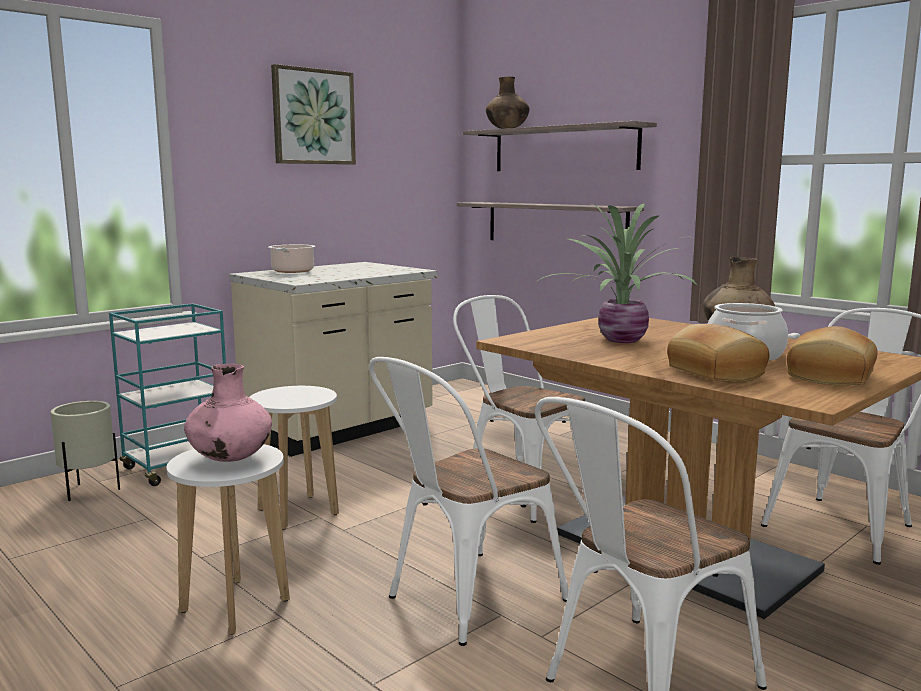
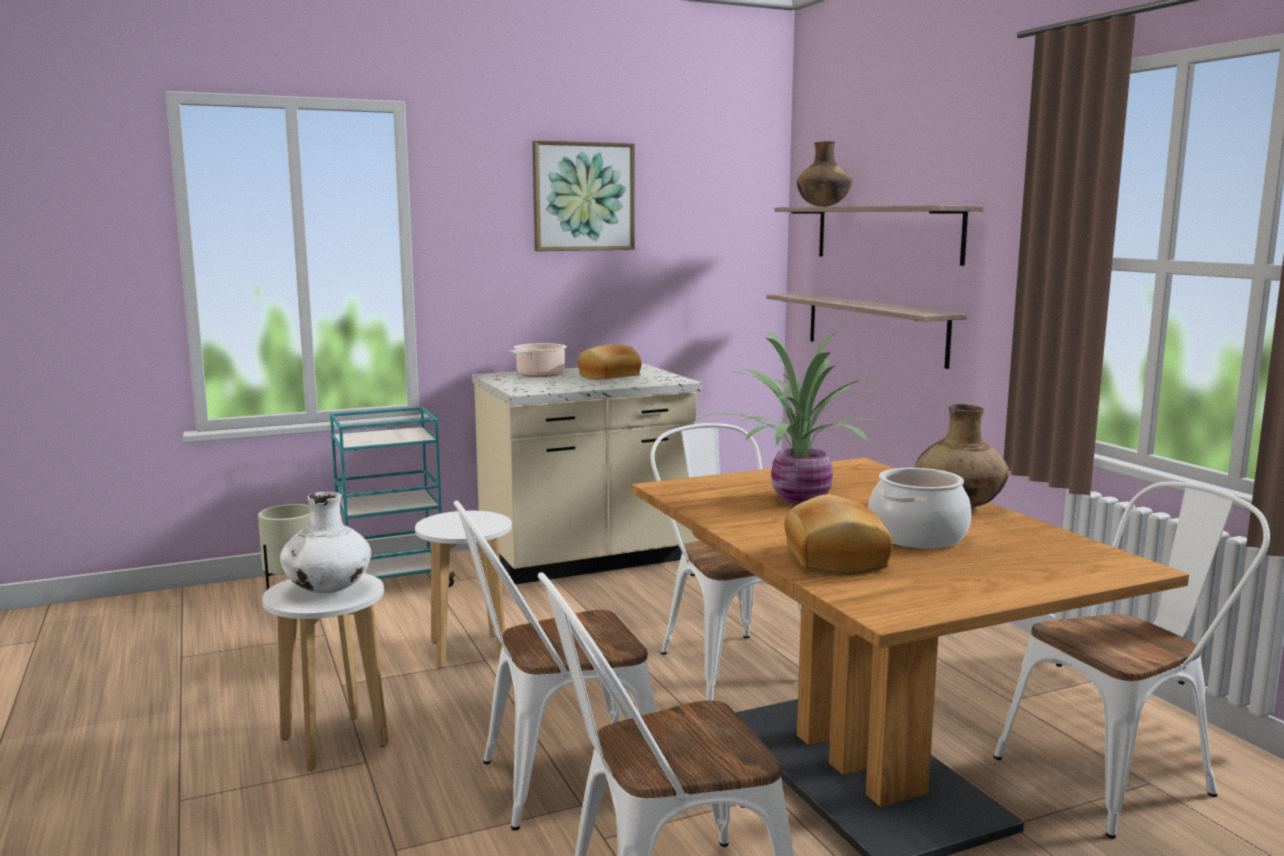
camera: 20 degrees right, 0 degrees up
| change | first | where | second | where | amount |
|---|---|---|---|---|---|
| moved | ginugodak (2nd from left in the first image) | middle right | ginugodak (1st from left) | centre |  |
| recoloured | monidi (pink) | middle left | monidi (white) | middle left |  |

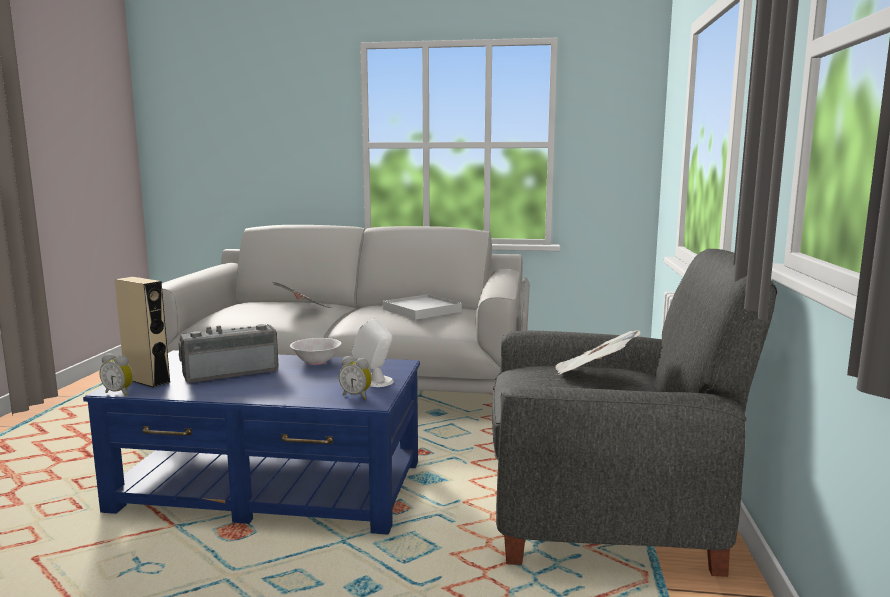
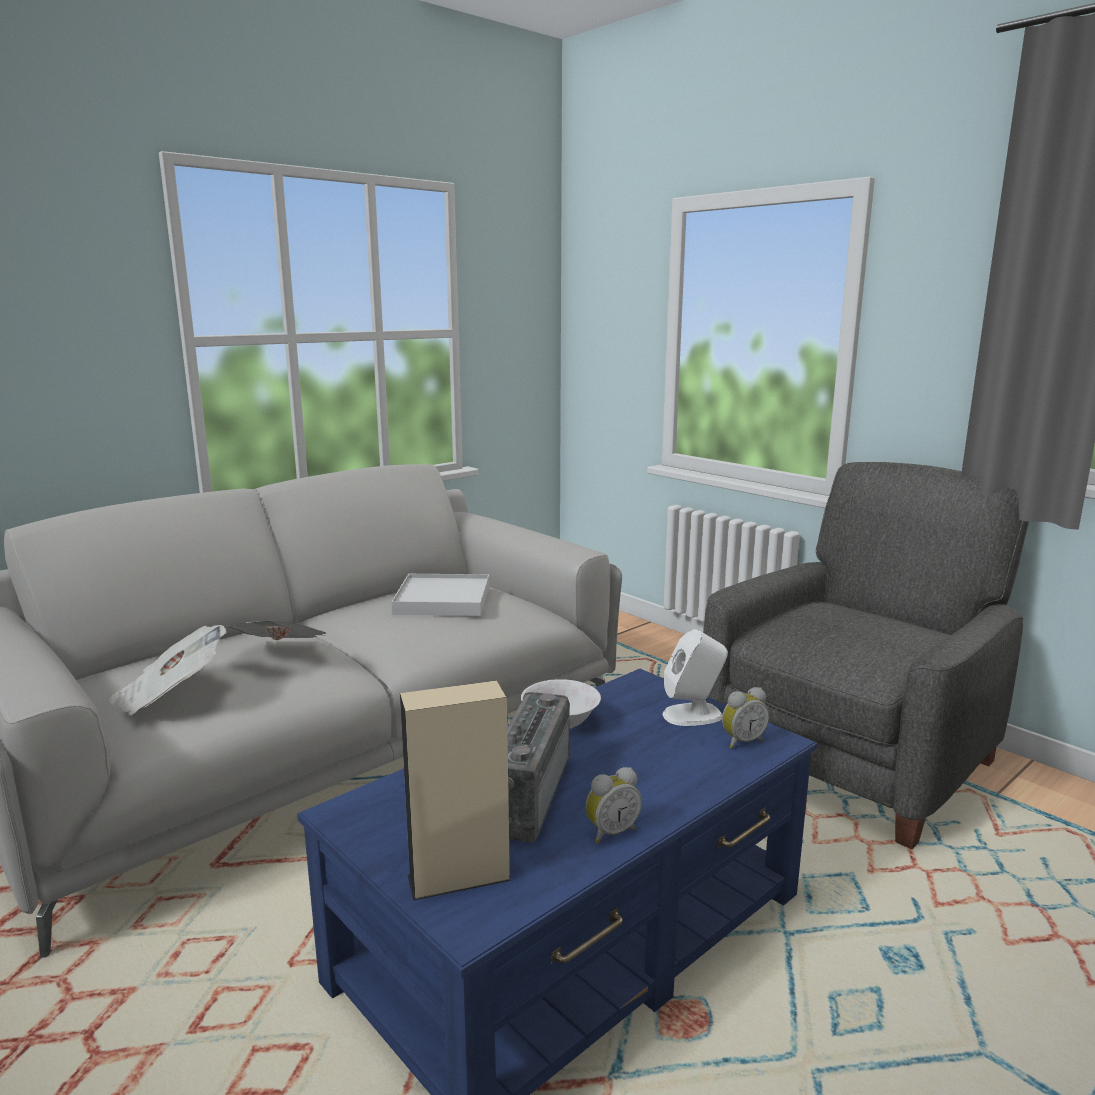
camera: 50 degrees left, 5 degrees up
| change | first | where | second | where | amount |
|---|---|---|---|---|---|
| moved | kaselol (1st from left) | middle left |  | bottom centre |  |
| moved | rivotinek (2nd from left in the first image) | middle right | rivotinek (1st from left) | middle left |  |

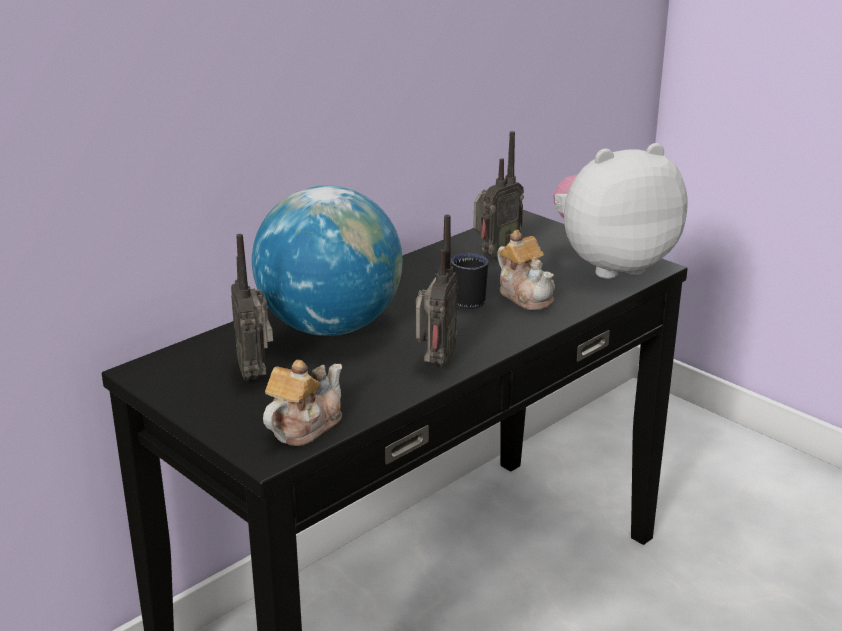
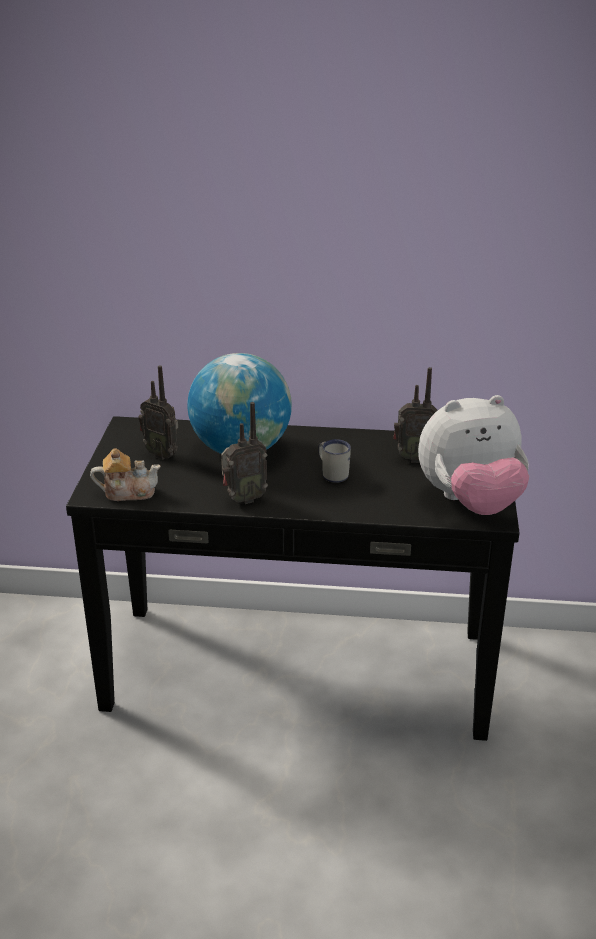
camera: 50 degrees right, 5 degrees up
| change | first | where | second | where | amount |
|---|---|---|---|---|---|
| removed | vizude (2nd from left) | centre |  |  |  |
| recoloured | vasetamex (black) | centre | vasetamex (white) | centre |  |
| turned | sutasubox (1st from left) | middle left |  | middle left | 90 degrees counterclockwise |
| turned | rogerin | middle right |  | middle right | 135 degrees clockwise |

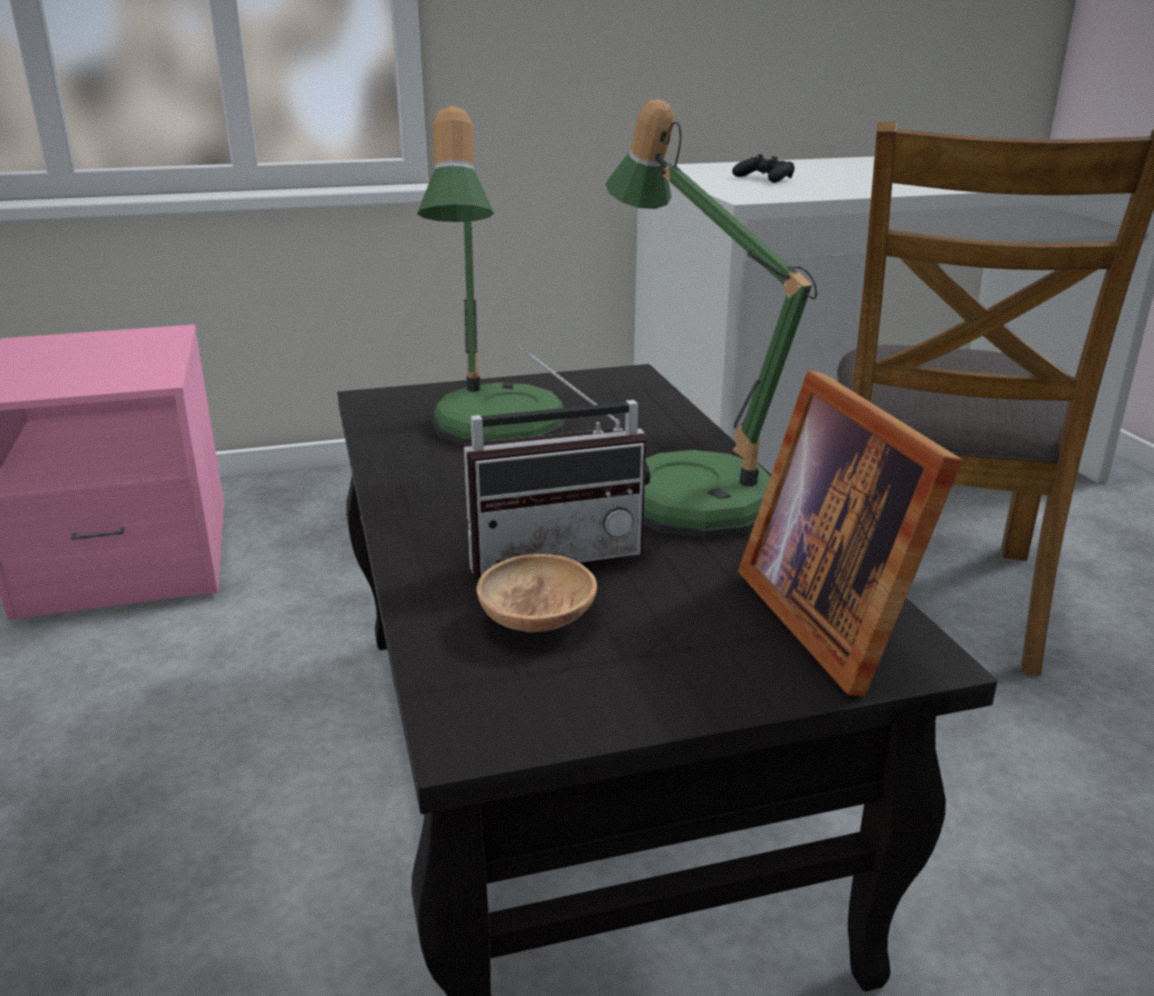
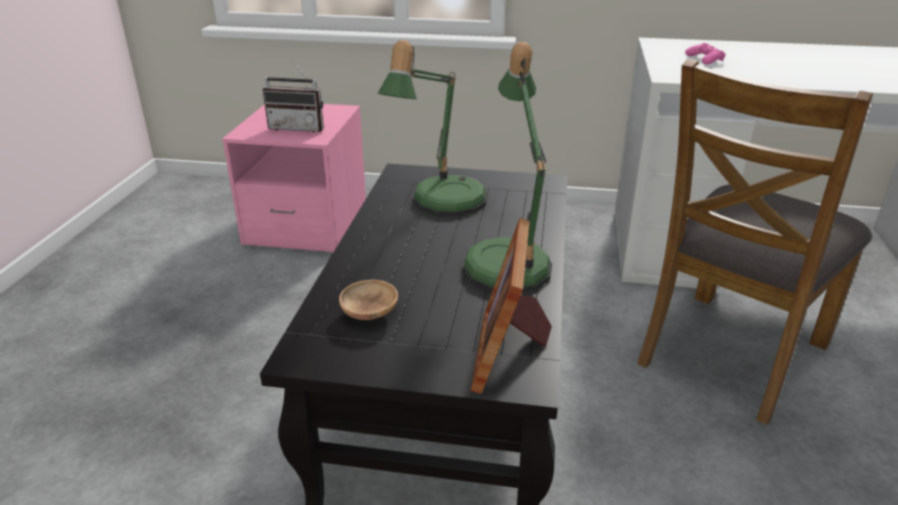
camera: 25 degrees right, 5 degrees up
| change | first | where | second | where | amount |
|---|---|---|---|---|---|
| moved | sutasubox | centre |  | top left |  |
| recoloured | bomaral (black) | top centre | bomaral (pink) | top right |  |

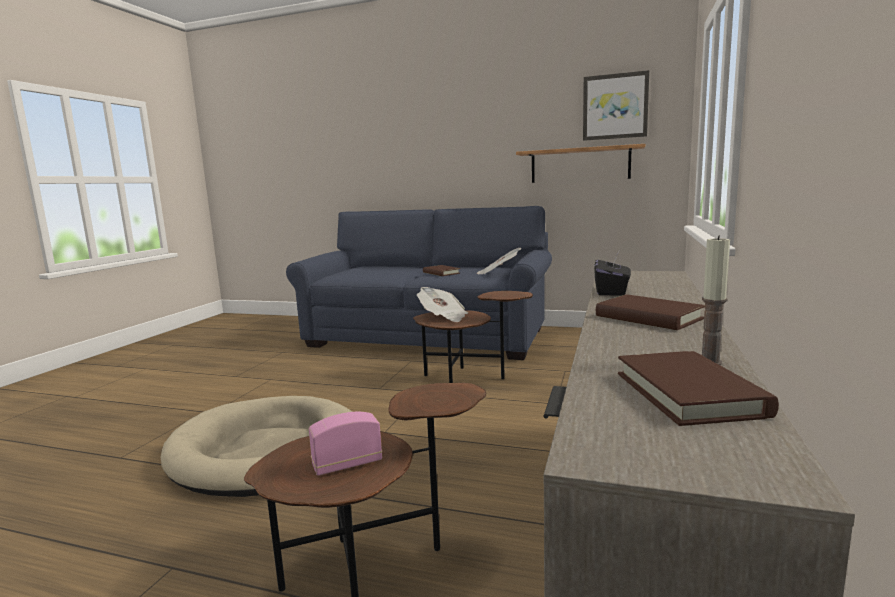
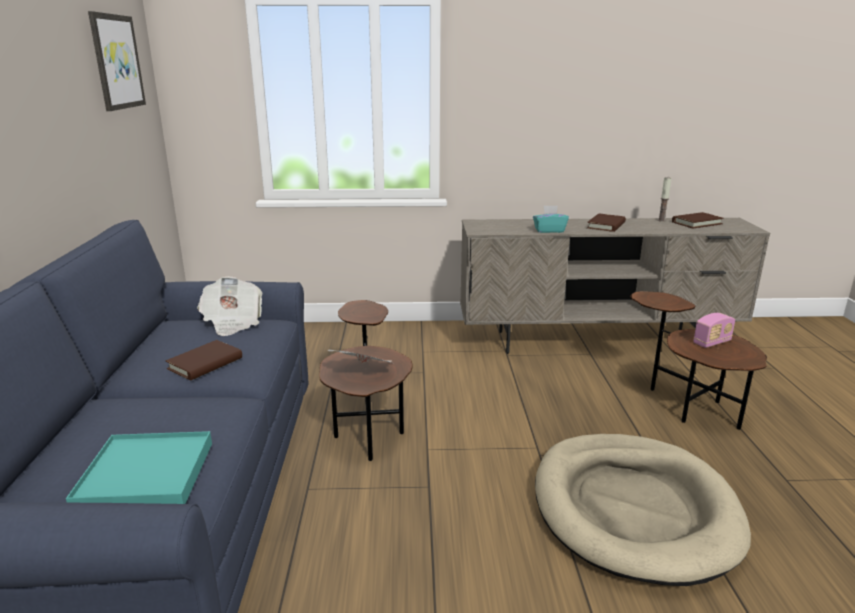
camera: 110 degrees left, 10 degrees up
| change | first | where | second | where | amount |
|---|---|---|---|---|---|
| removed | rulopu | top centre |  |  |  |
| added |  |  | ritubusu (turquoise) | bottom left |  |
| recoloured | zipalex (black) | middle right | zipalex (turquoise) | centre |  |
| turned | sutasubox | bottom centre |  | middle right | 75 degrees counterclockwise |

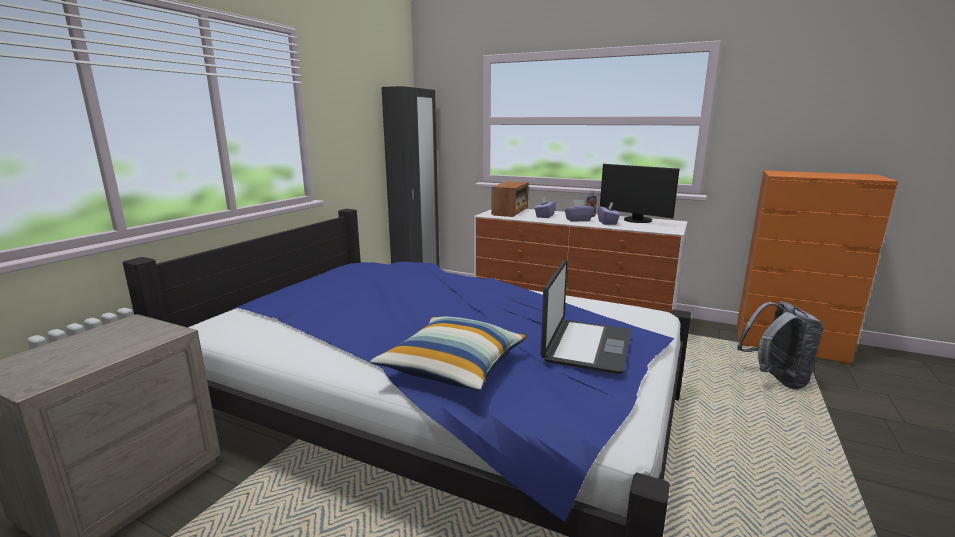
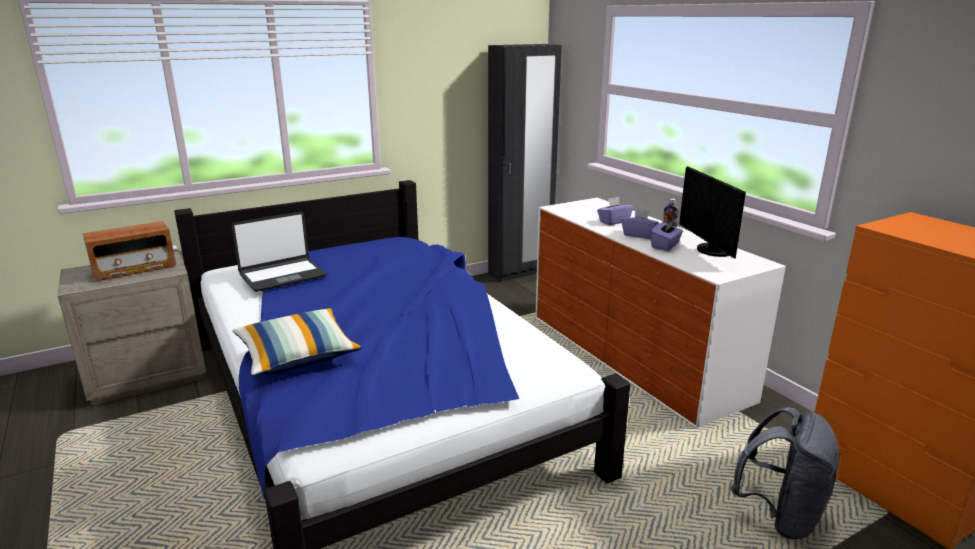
camera: 35 degrees right, 5 degrees up
| change | first | where | second | where | amount |
|---|---|---|---|---|---|
| moved | sutasubox | centre |  | middle left |  |
| moved | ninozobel | centre |  | middle left |  |

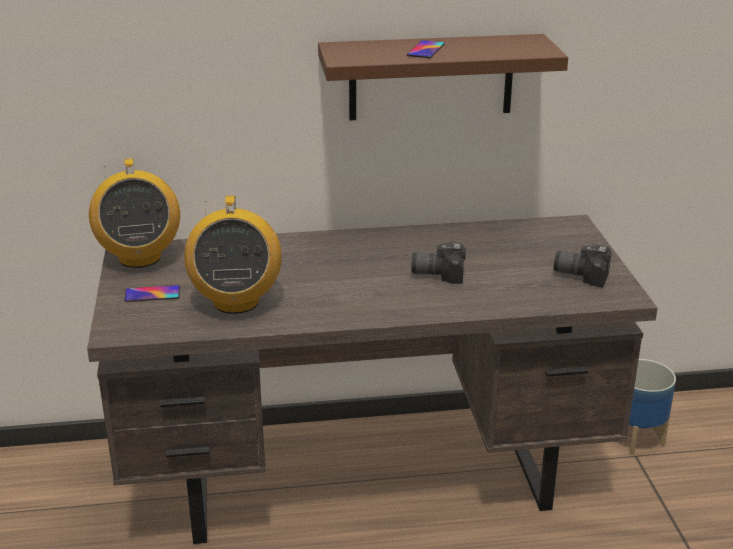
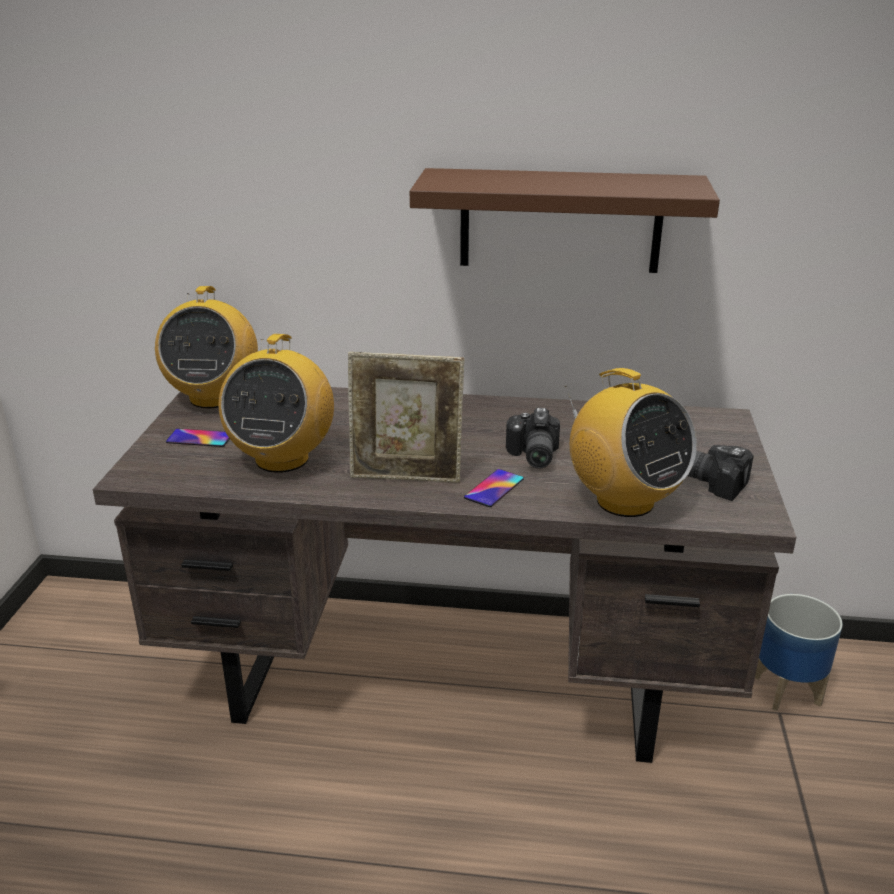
camera: 15 degrees right, 0 degrees up
| change | first | where | second | where | amount |
|---|---|---|---|---|---|
| added |  |  | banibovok | centre |  |
| added |  |  | sutasubox (3rd from left) | middle right |  |
| moved | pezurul (2nd from left) | top centre |  | centre |  |
| turned | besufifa (1st from left) | centre |  | centre | 105 degrees counterclockwise |

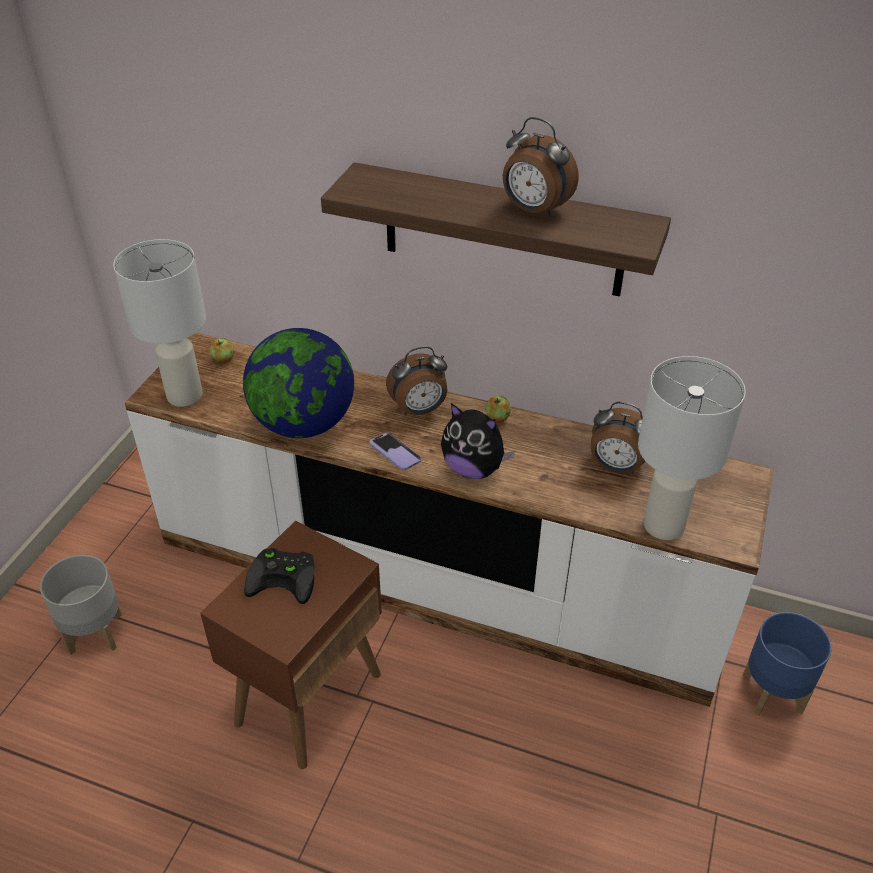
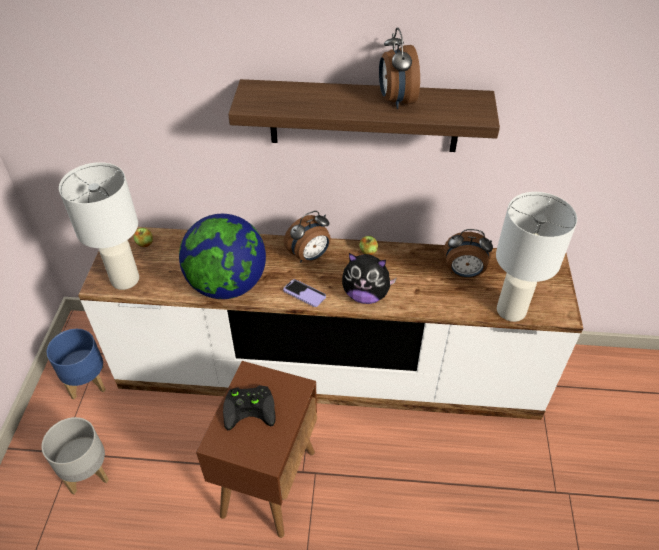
camera: 15 degrees left, 5 degrees up
| change | first | where | second | where | amount |
|---|---|---|---|---|---|
| moved | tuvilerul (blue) | bottom right |  | middle left |  |
| turned | kaselol (2nd from left) | top centre |  | top centre | 60 degrees clockwise |

